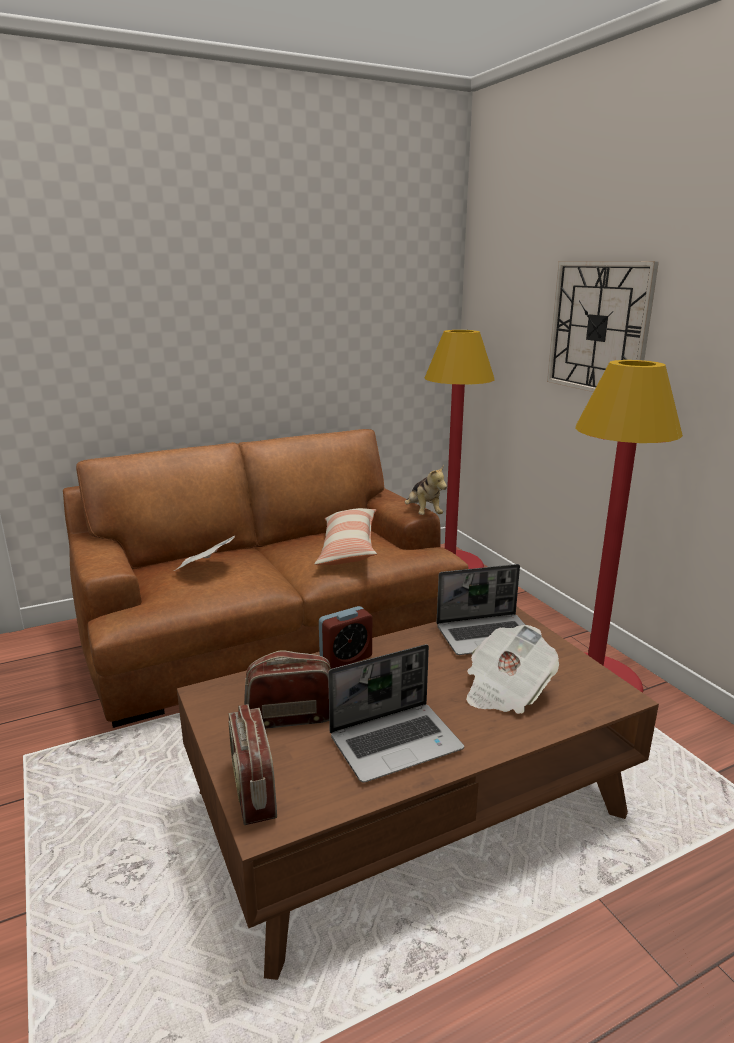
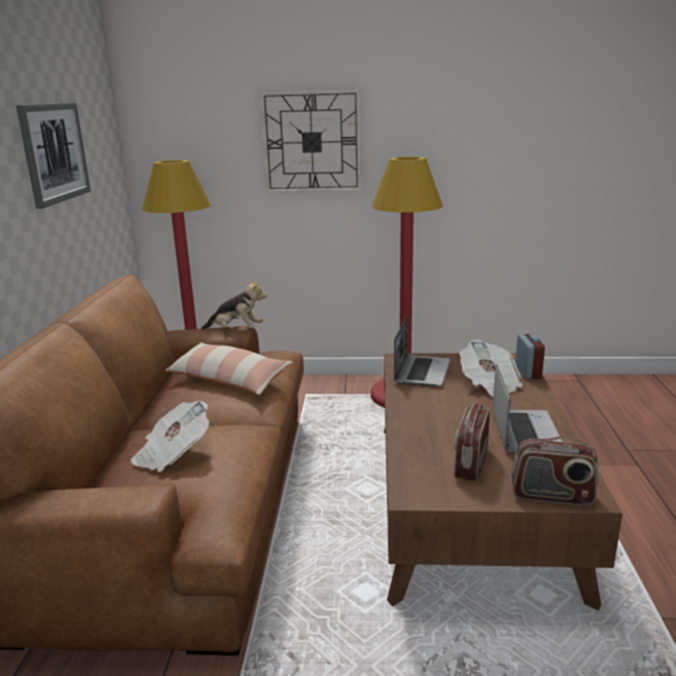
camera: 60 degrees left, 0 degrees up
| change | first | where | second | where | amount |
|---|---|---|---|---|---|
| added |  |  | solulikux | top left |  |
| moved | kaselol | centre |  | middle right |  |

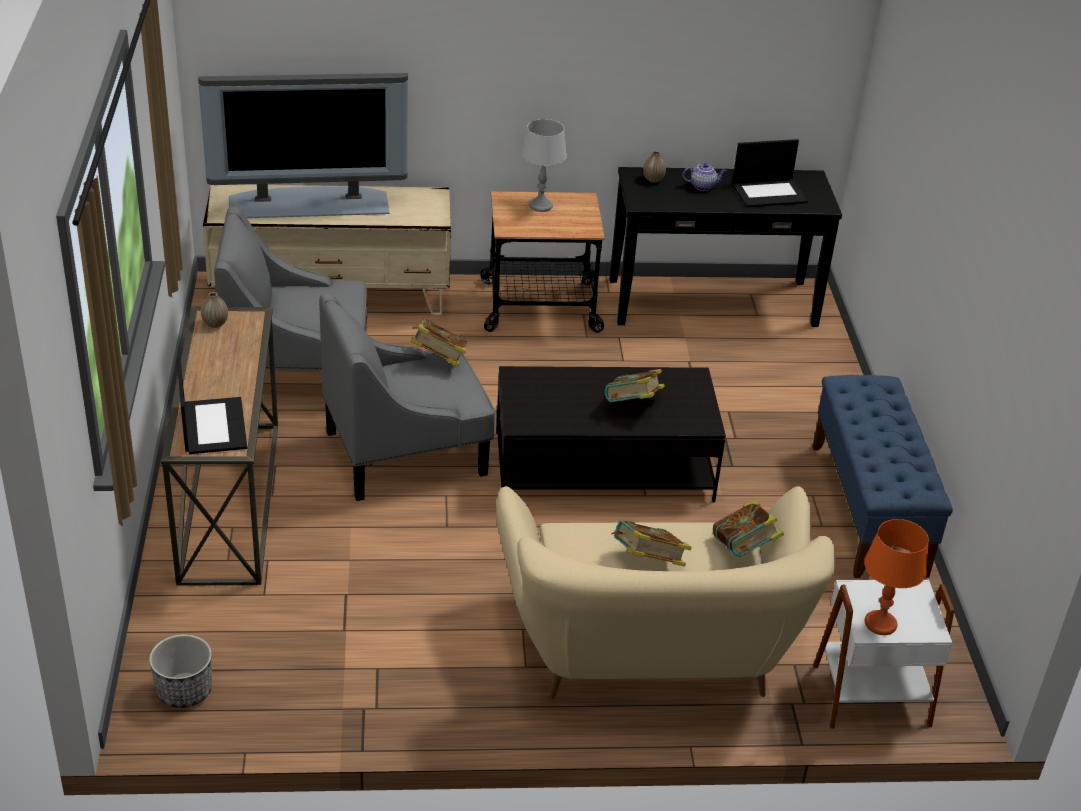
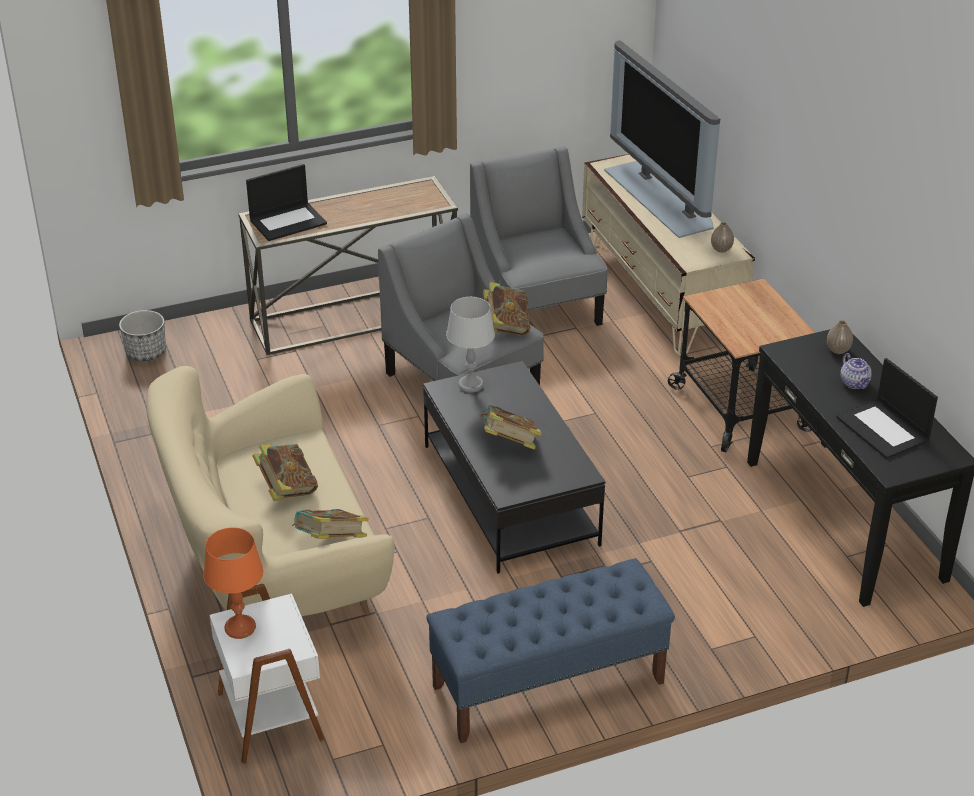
camera: 75 degrees right, 0 degrees up
| change | first | where | second | where | amount |
|---|---|---|---|---|---|
| moved | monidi (1st from left) | middle left |  | top right |  |
| moved | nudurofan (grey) | top centre |  | centre |  |

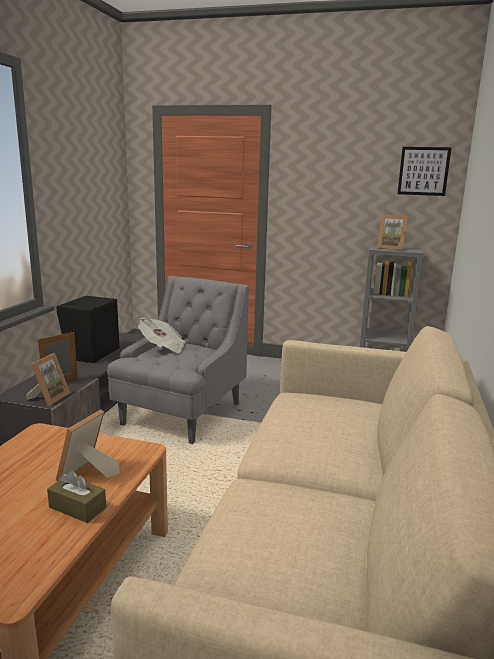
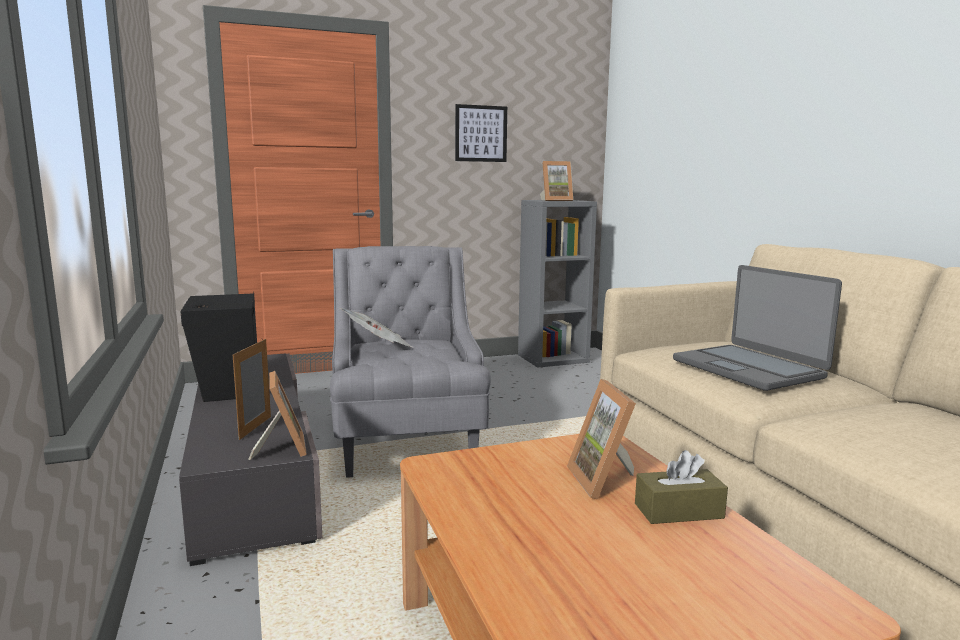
camera: 35 degrees left, 5 degrees down
| change | first | where | second | where | amount |
|---|---|---|---|---|---|
| added |  |  | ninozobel | middle right |  |
| moved | solulikux | top right |  | top centre |  |

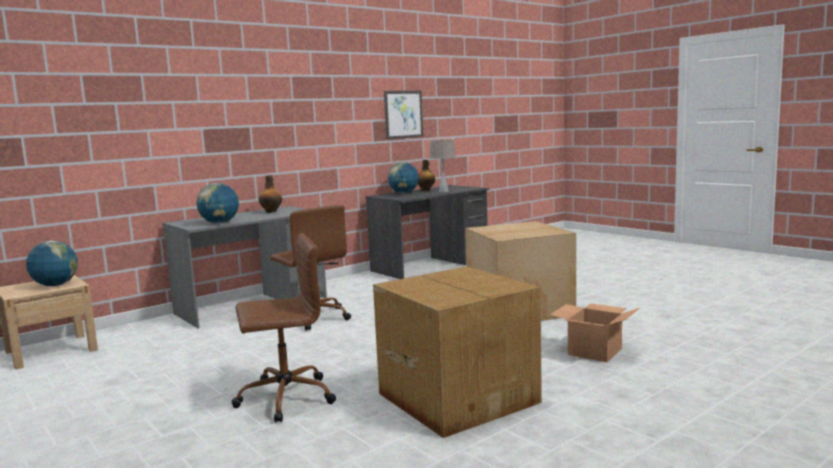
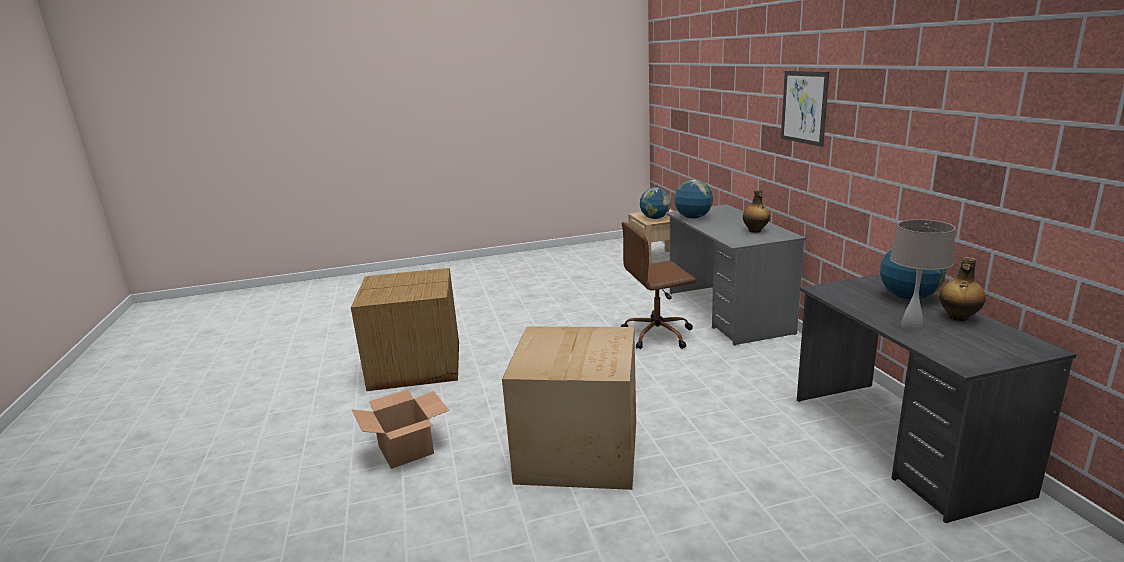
camera: 115 degrees right, 10 degrees up
| change | first | where | second | where | amount |
|---|---|---|---|---|---|
| removed | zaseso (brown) (1st from left) | bottom centre |  |  |  |
| moved | solulikux | top centre |  | top right |  |

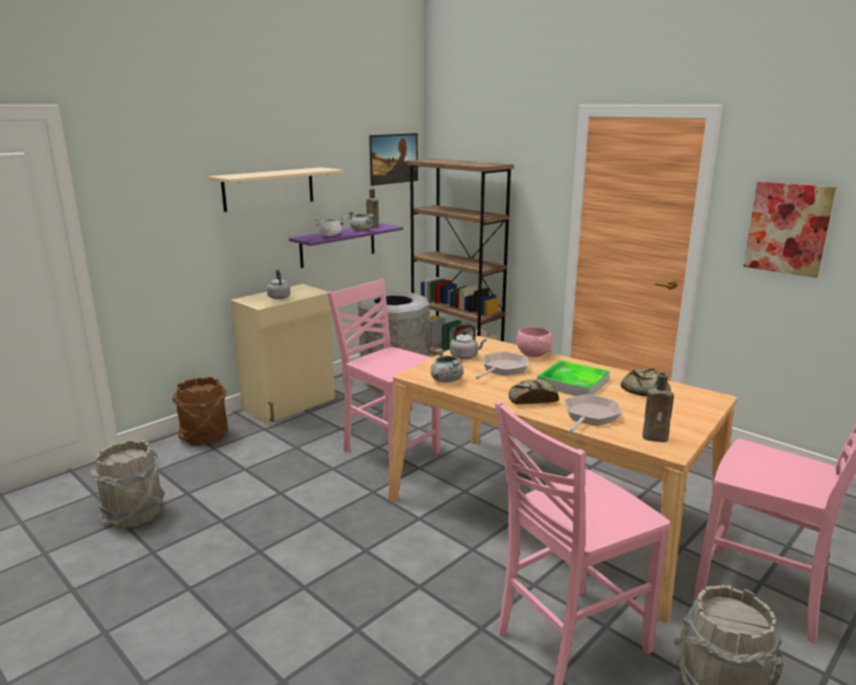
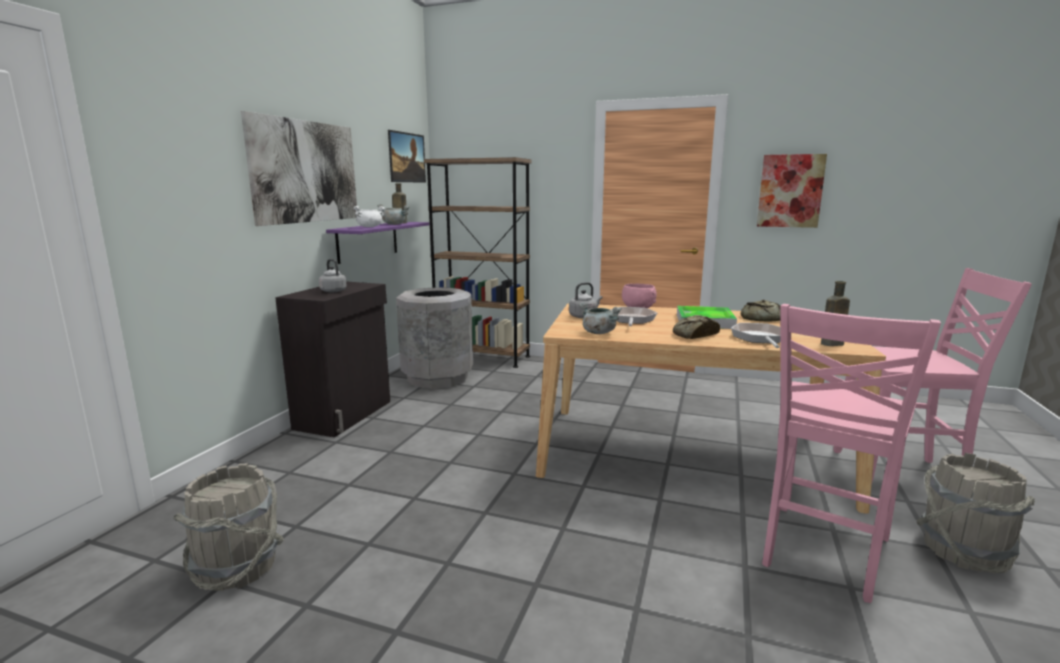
camera: 25 degrees left, 5 degrees down
| change | first | where | second | where | amount |
|---|---|---|---|---|---|
| removed | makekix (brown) | middle left |  |  |  |
| removed | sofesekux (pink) (1st from left) | centre |  |  |  |
| replaced | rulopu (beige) | top left | solulikux (1st from left) | top left |  |
| recoloured | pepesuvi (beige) | middle left | pepesuvi (black) | middle left |  |

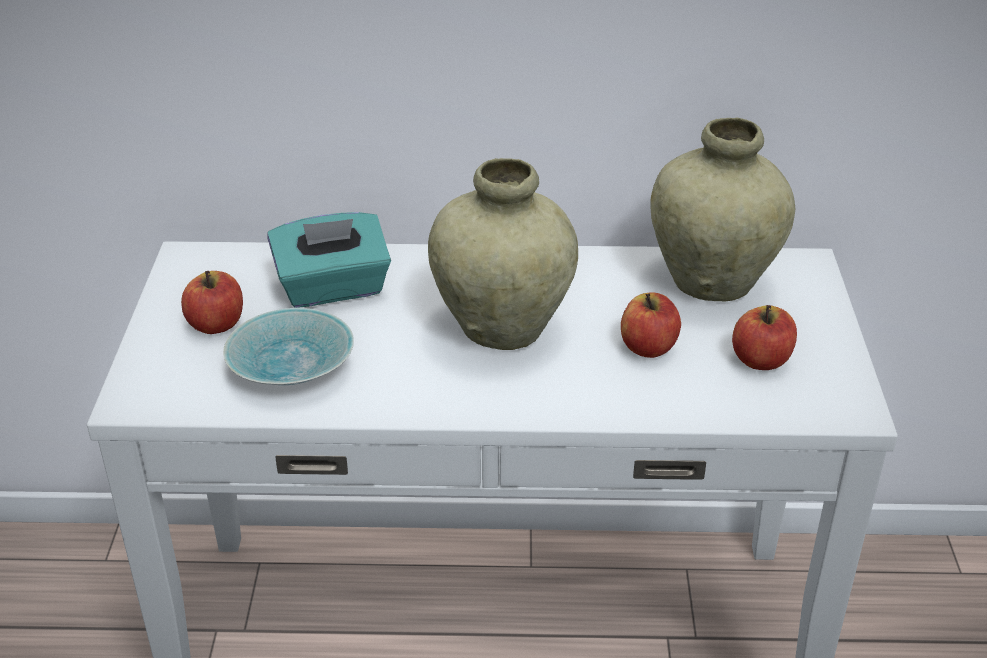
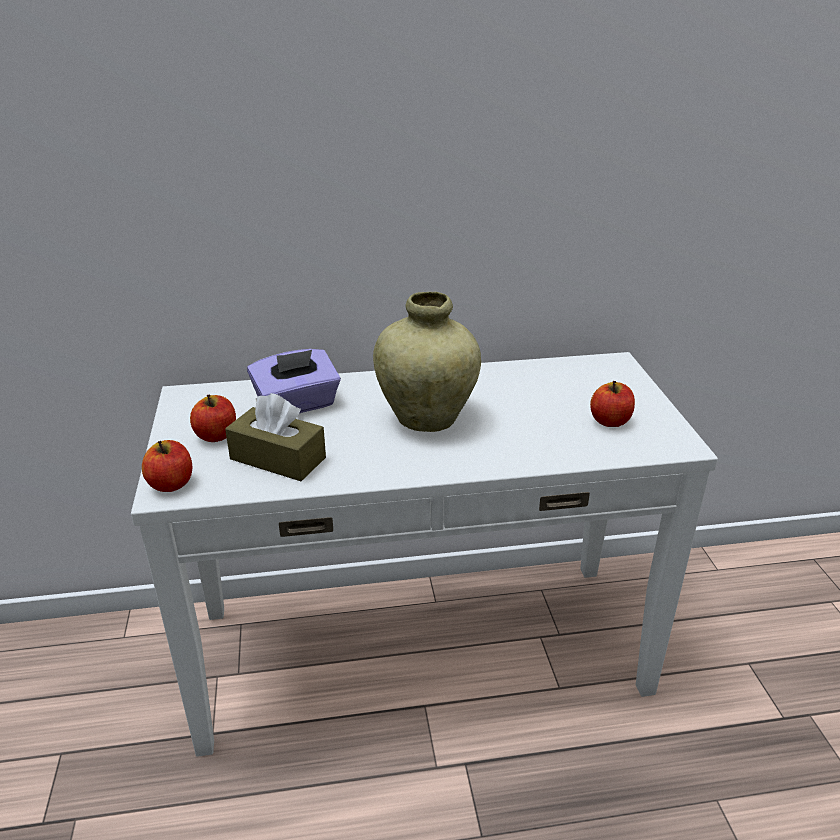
camera: 10 degrees left, 5 degrees down
| change | first | where | second | where | amount |
|---|---|---|---|---|---|
| removed | monidi (beige) (2nd from left) | top right |  |  |  |
| moved | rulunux (2nd from left in the first image) | centre | rulunux (1st from left) | middle left |  |
| replaced | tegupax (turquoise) | middle left | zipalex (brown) | middle left |  |
| recoloured | zipalex (turquoise) | centre | zipalex (purple) | centre |  |

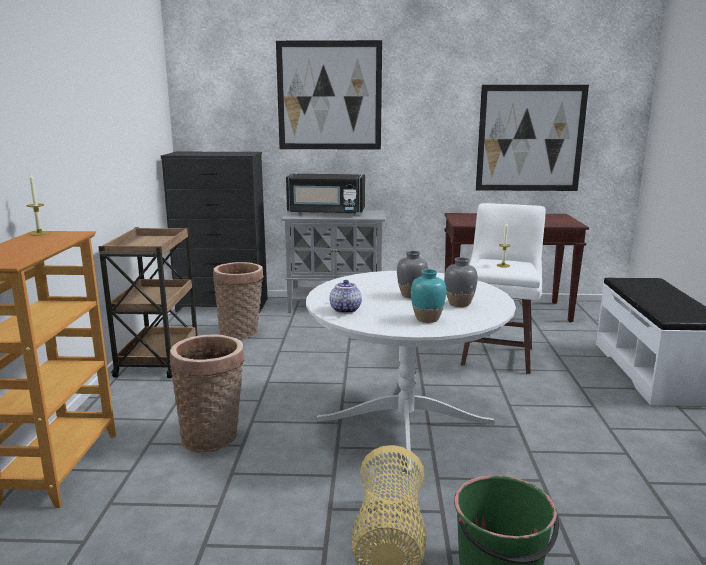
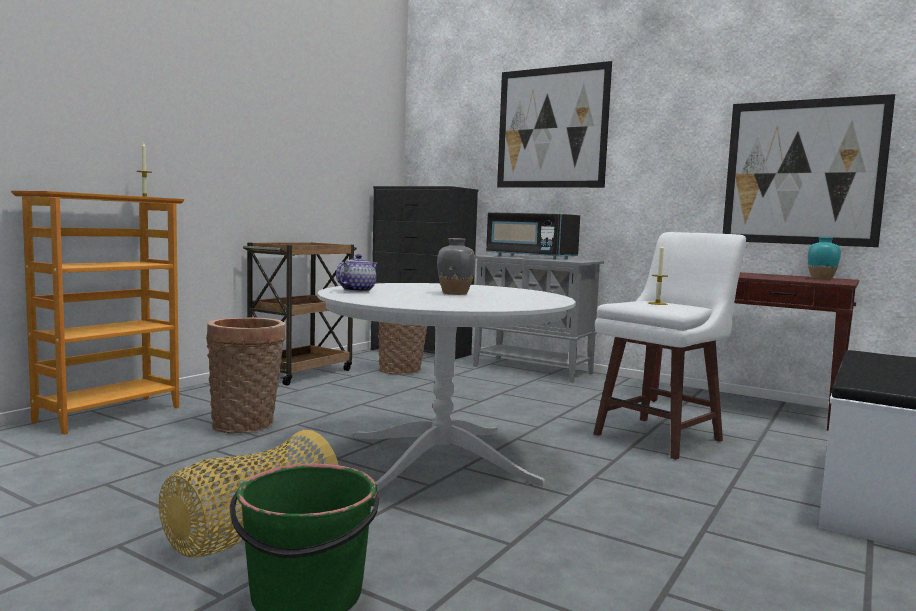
camera: 30 degrees right, 10 degrees down
| change | first | where | second | where | amount |
|---|---|---|---|---|---|
| removed | monidi (grey) (2nd from left) | centre |  |  |  |
| moved | monidi (turquoise) | centre |  | middle right |  |

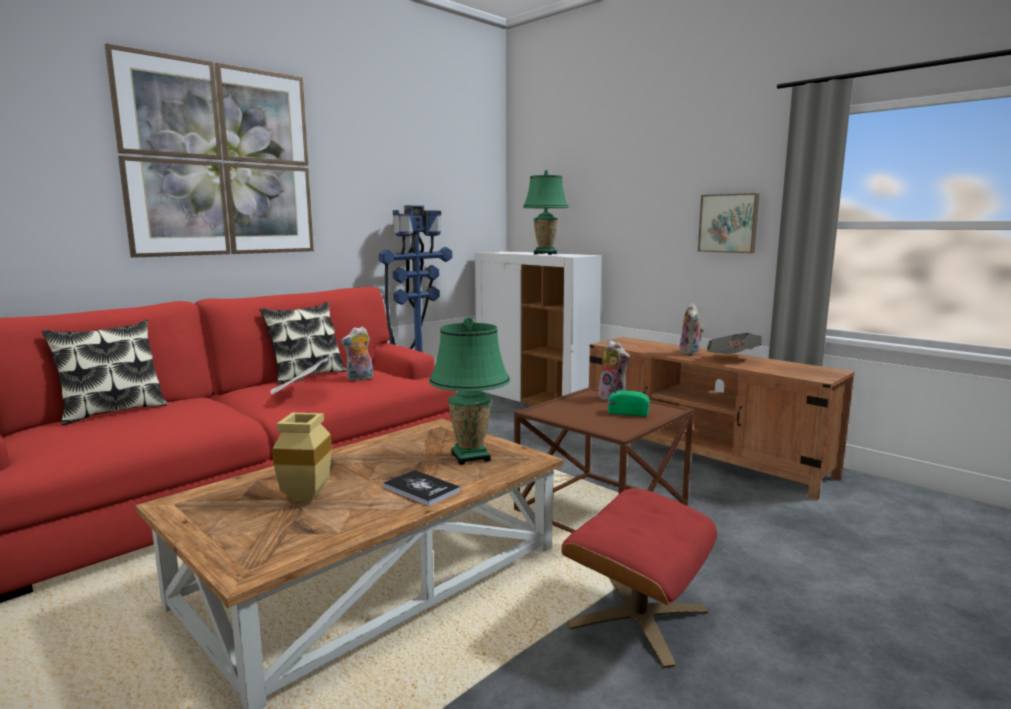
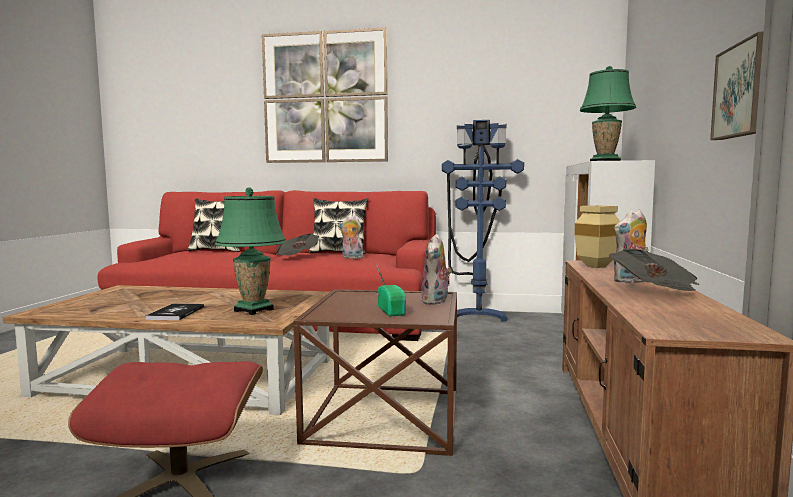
camera: 55 degrees right, 5 degrees down
| change | first | where | second | where | amount |
|---|---|---|---|---|---|
| moved | monidi (beige) | middle left |  | middle right |  |

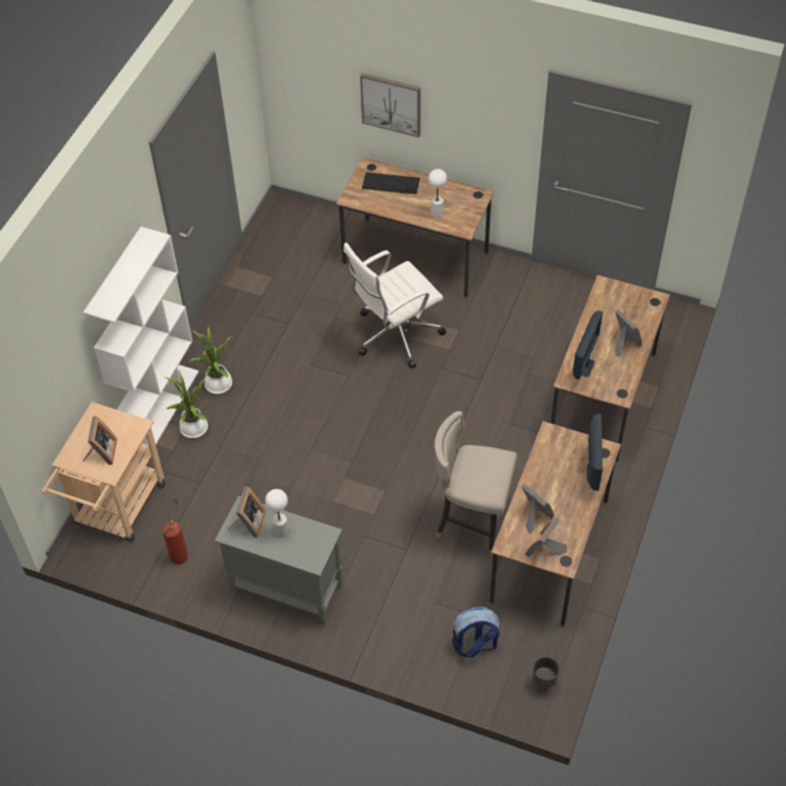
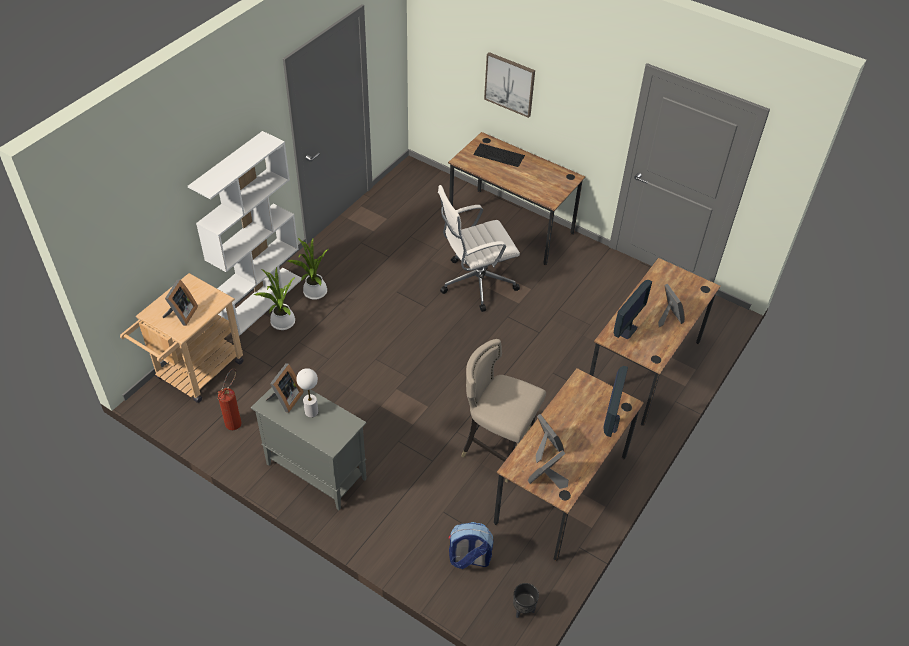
camera: 10 degrees right, 5 degrees down
| change | first | where | second | where | amount |
|---|---|---|---|---|---|
| removed | nudurofan (white) (2nd from left) | top centre |  |  |  |

